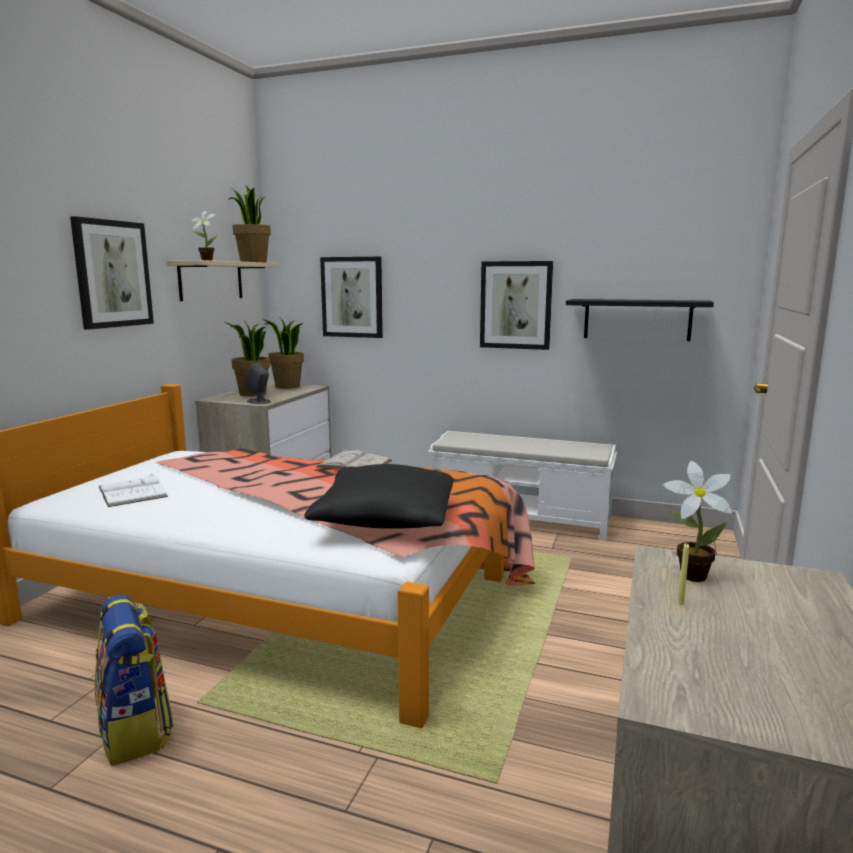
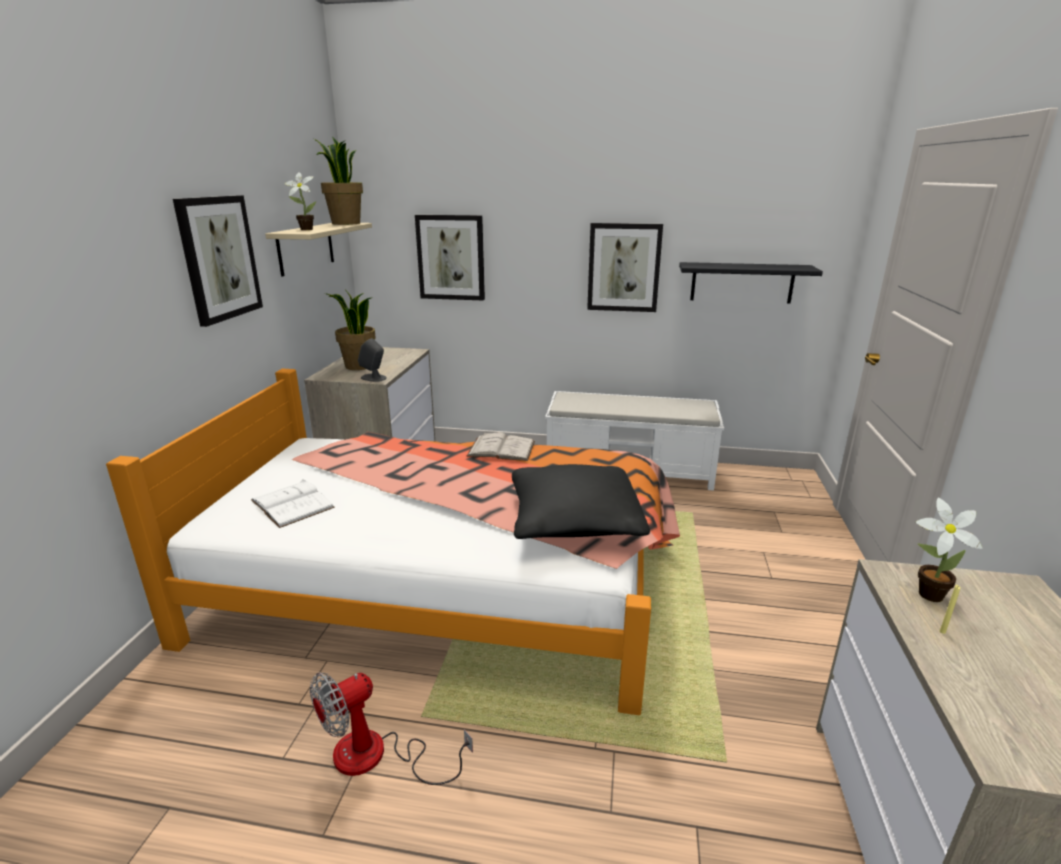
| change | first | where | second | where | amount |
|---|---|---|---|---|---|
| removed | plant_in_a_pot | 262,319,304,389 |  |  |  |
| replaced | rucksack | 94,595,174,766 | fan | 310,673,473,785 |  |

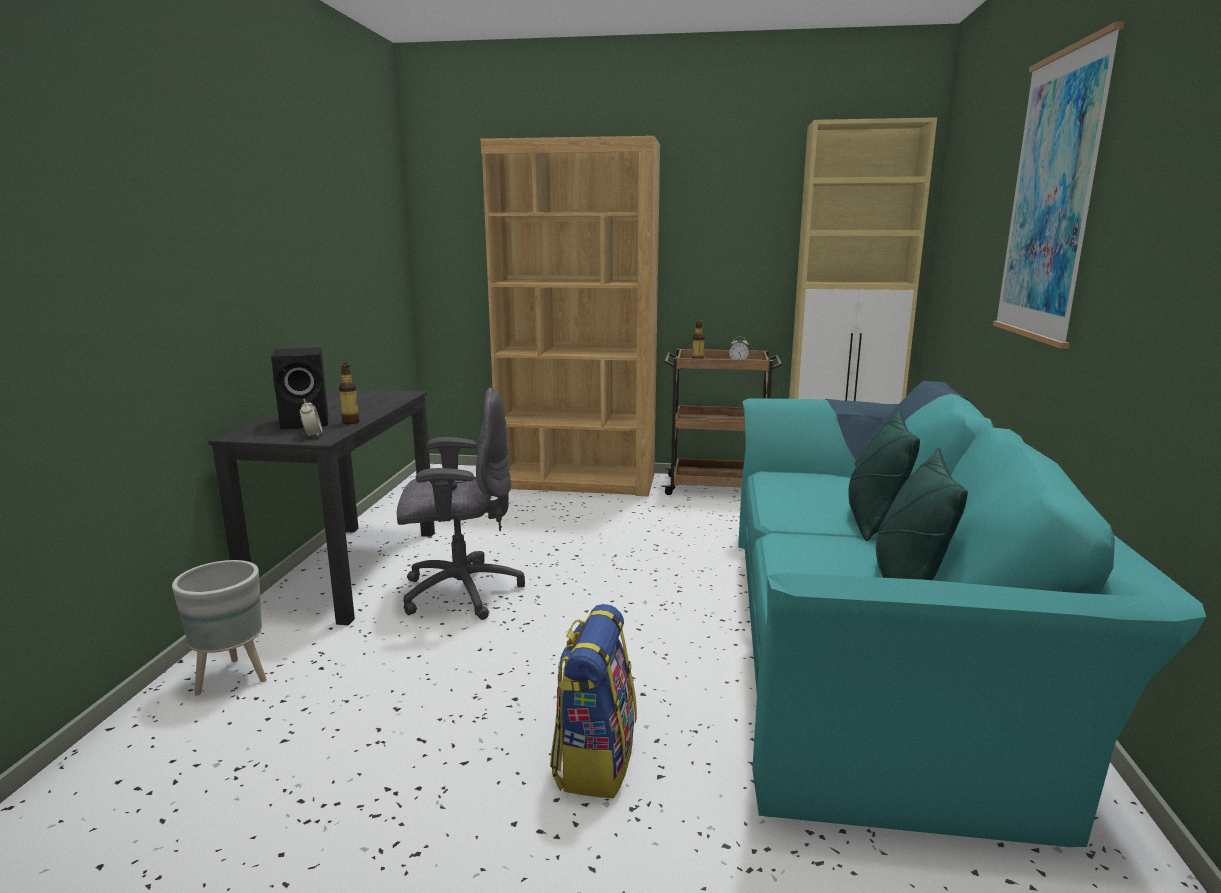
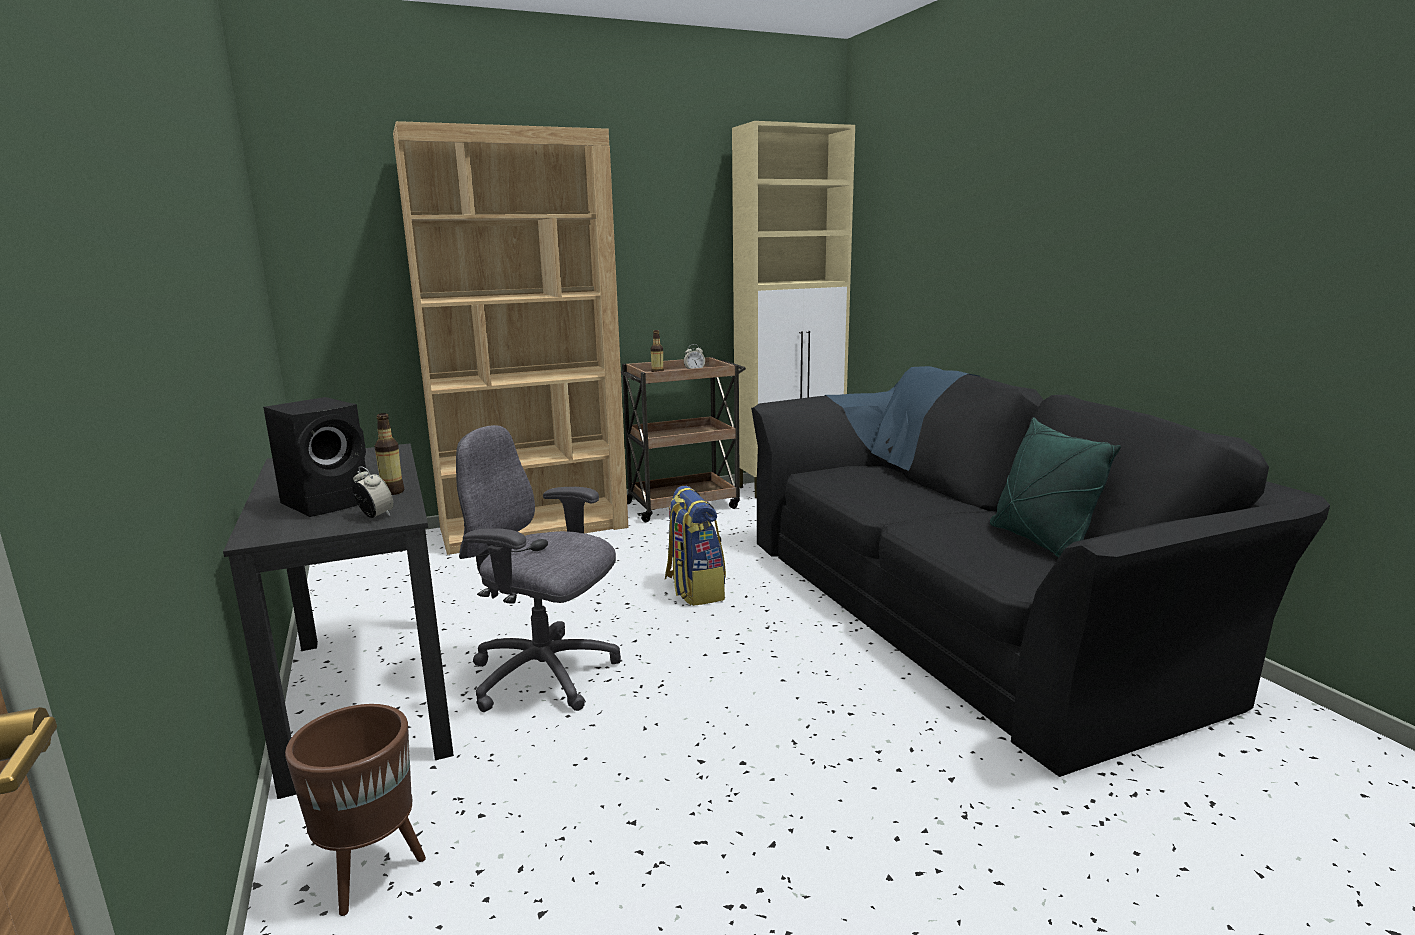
| change | first | where | second | where | amount |
|---|---|---|---|---|---|
| removed | wall_picture | 993,21,1125,349 |  |  |  |
| recoloured | turquoise_sofa | 738,381,1206,847 | black_sofa | 751,366,1330,777 |  |
| turned | gray_computer_chair | 397,388,525,620 |  | 456,425,621,712 | 120 degrees counterclockwise |
| removed | greenish_cushion | 848,410,920,541 |  |  |  |
| recoloured | gray_plant_pot | 172,560,267,695 | brown-coloured_plant_pot | 285,704,426,916 |  |
| moved | rucksack | 550,604,637,798 |  | 665,486,726,606 |  |

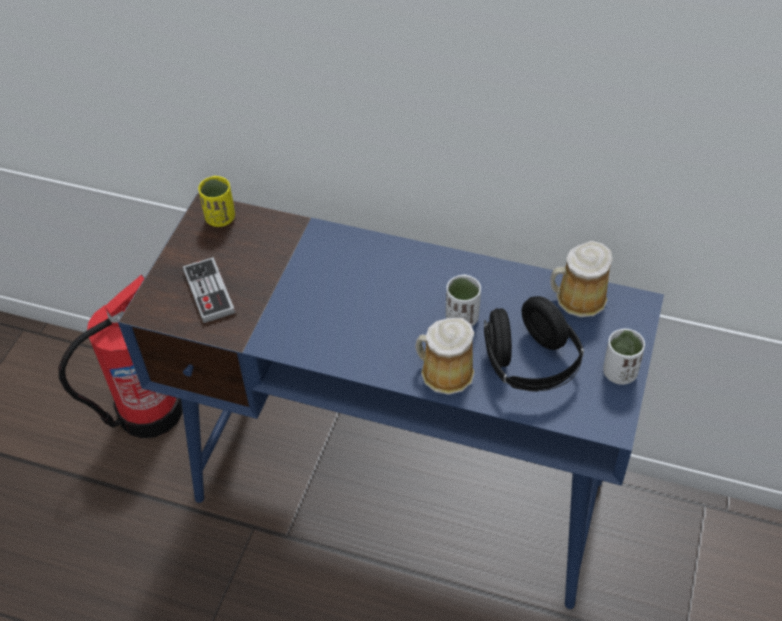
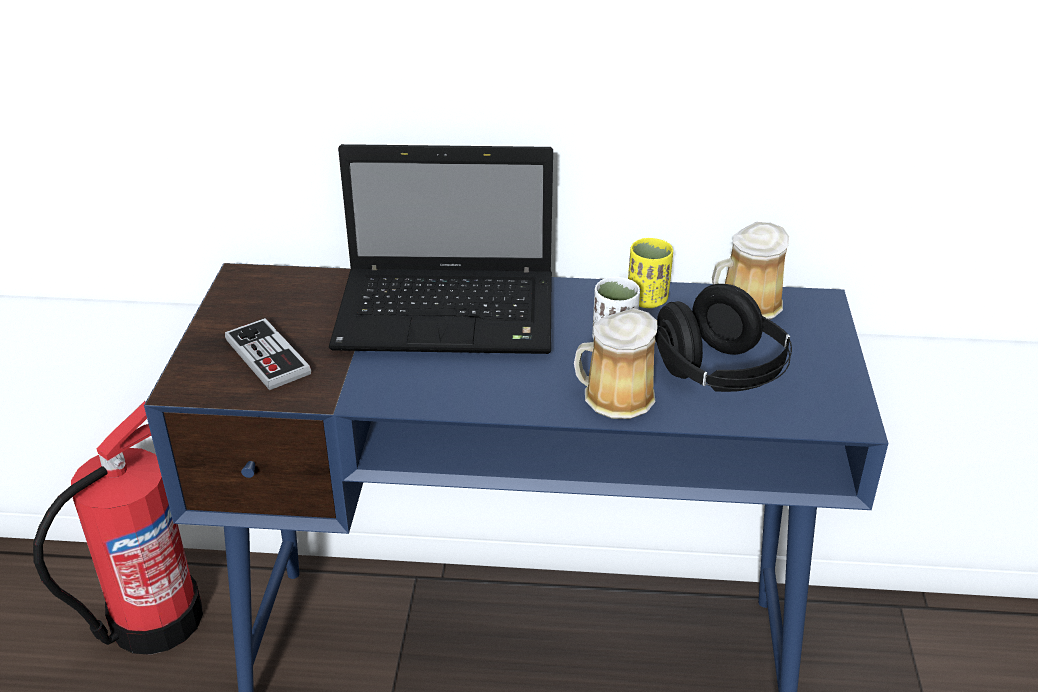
| change | first | where | second | where | amount |
|---|---|---|---|---|---|
| moved | yellow-coloured_cup | 198,176,235,227 |  | 628,238,673,308 |  |
| removed | white-coloured_cup | 603,329,645,385 |  |  |  |
| added |  |  | portable_computer | 329,144,553,354 |  |

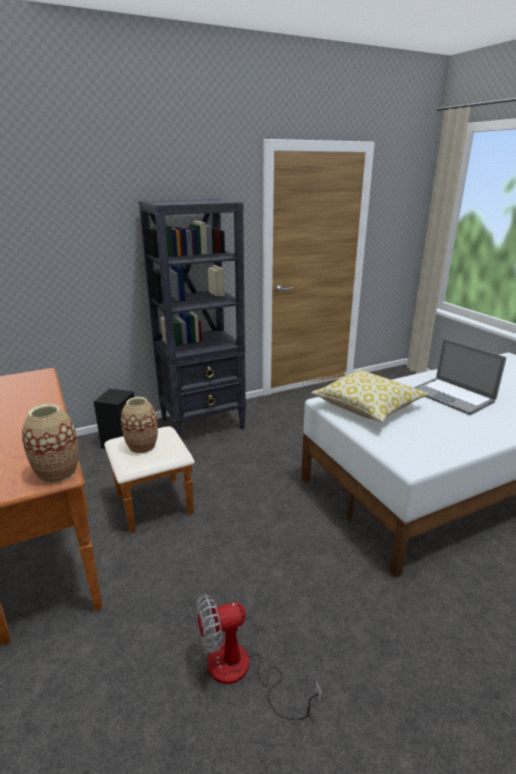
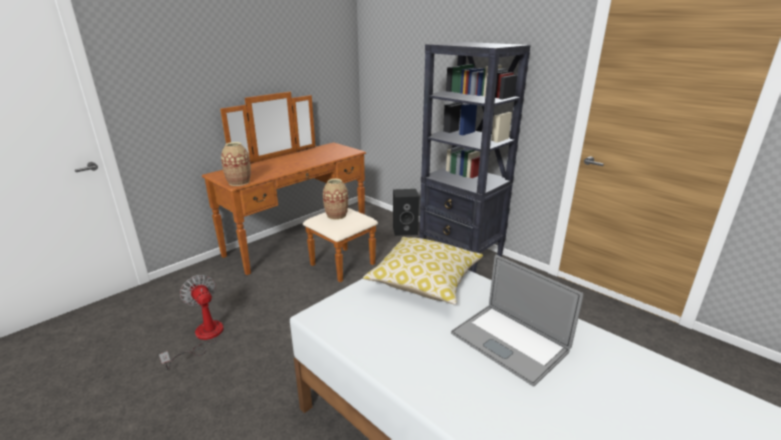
| change | first | where | second | where | amount |
|---|---|---|---|---|---|
| turned | portable_computer | 413,339,506,415 |  | 451,255,584,387 | 75 degrees counterclockwise |

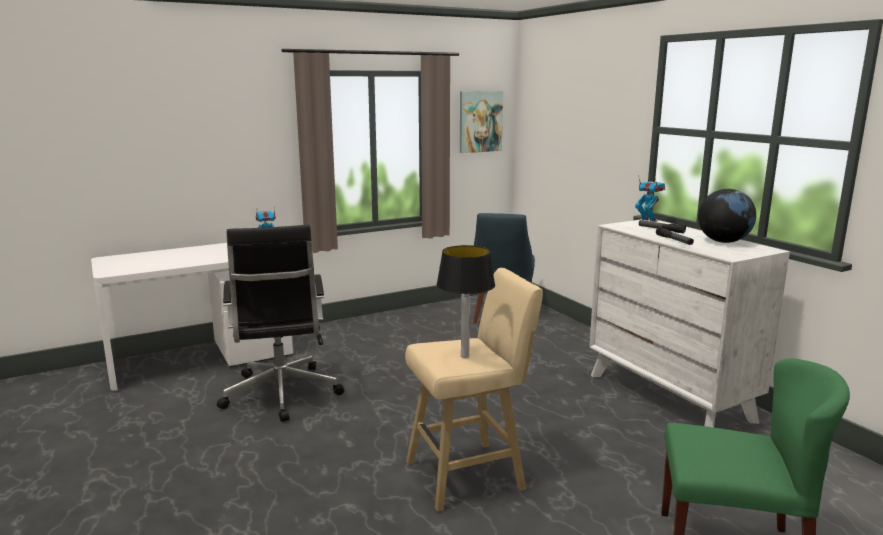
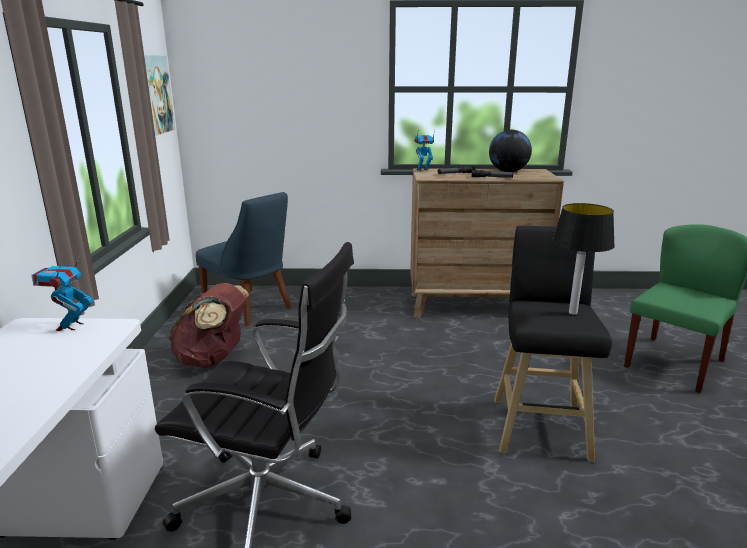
| change | first | where | second | where | amount |
|---|---|---|---|---|---|
| recoloured | white-coloured_dresser | 589,218,790,427 | brown-coloured_dresser | 410,168,564,318 |  |
| recoloured | beige-coloured_sitting_stool | 405,268,543,511 | black_sitting_stool | 494,226,612,462 |  |
| added |  |  | brown-coloured_rucksack | 168,283,249,368 |  |

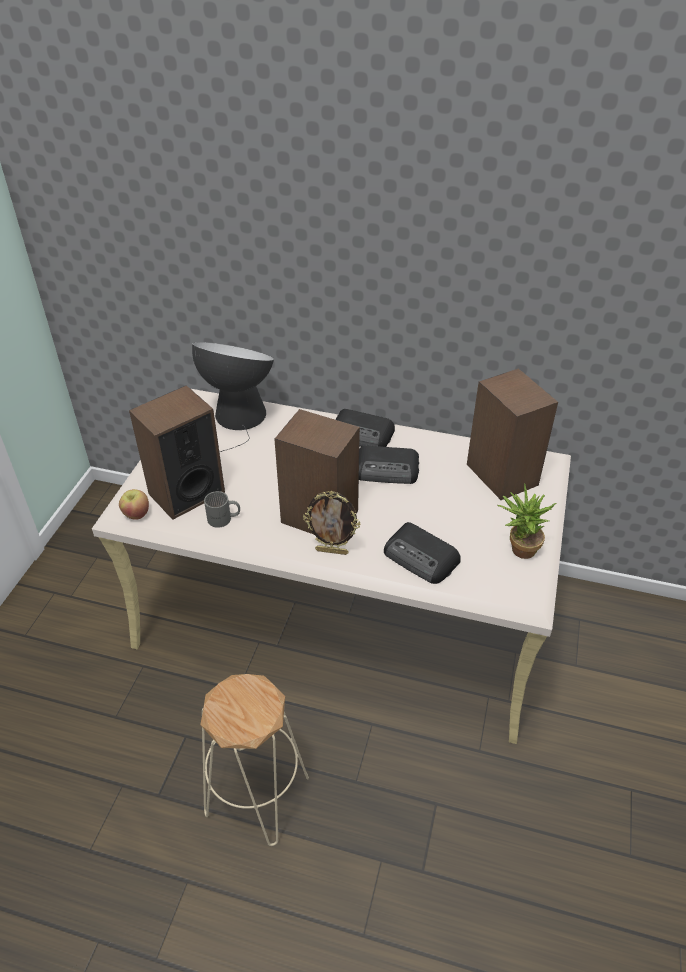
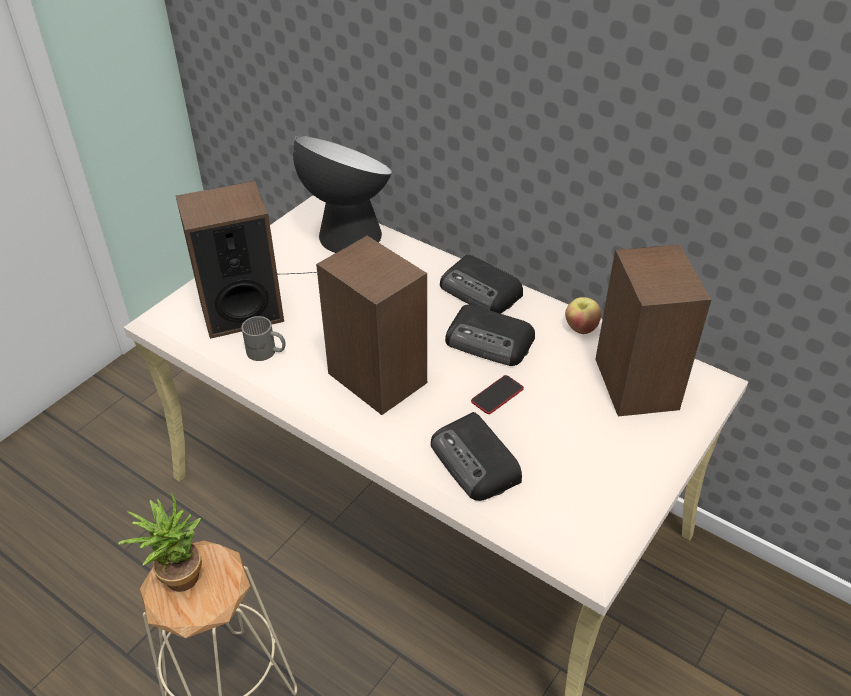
| change | first | where | second | where | amount |
|---|---|---|---|---|---|
| moved | plant_in_a_pot | 498,483,556,559 |  | 118,492,202,592 |  |
| moved | apple | 119,489,149,520 |  | 565,297,601,334 |  |
| removed | standing_frame | 303,491,360,555 |  |  |  |
| added |  |  | telephone | 471,375,524,414 |  |

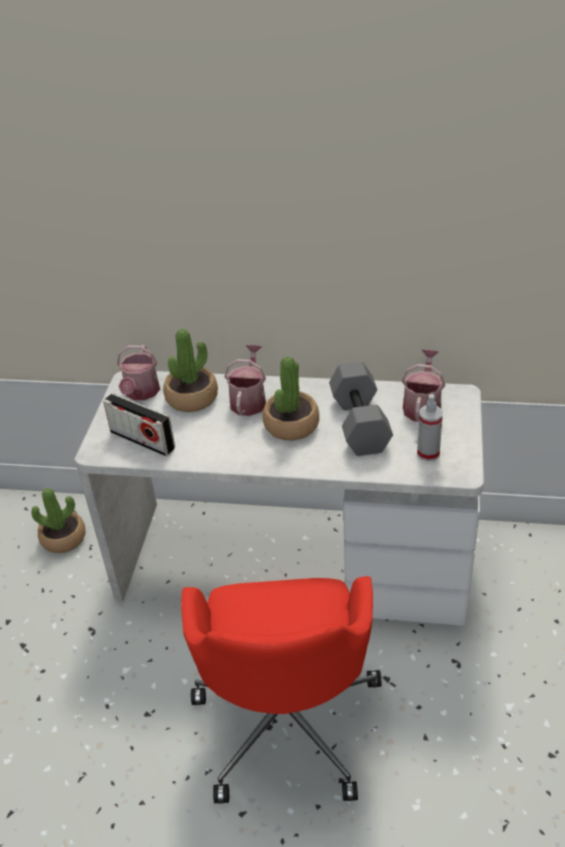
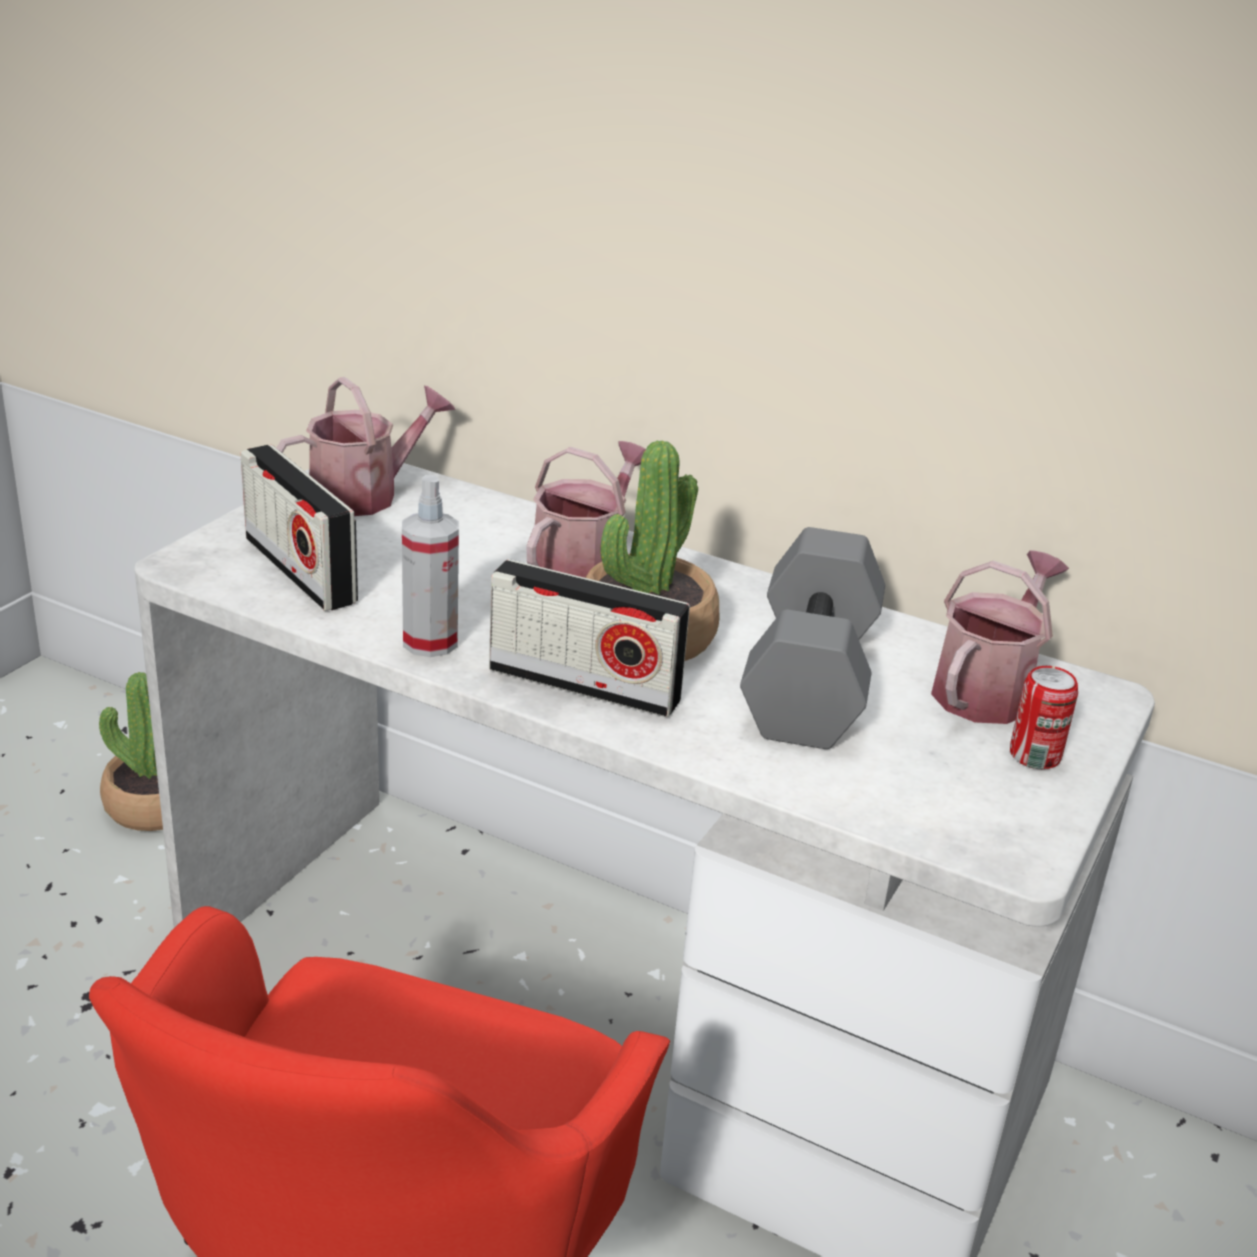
| change | first | where | second | where | amount |
|---|---|---|---|---|---|
| removed | plant_in_a_pot | 163,329,218,412 |  |  |  |
| turned | watering_can | 117,345,160,400 |  | 276,377,456,516 | 150 degrees counterclockwise |
| moved | hand_sprayer | 417,394,443,461 |  | 402,475,459,657 |  |
| added |  |  | radio_receiver | 489,559,690,717 |  |
| added |  |  | metal_can | 1010,666,1078,769 |  |

